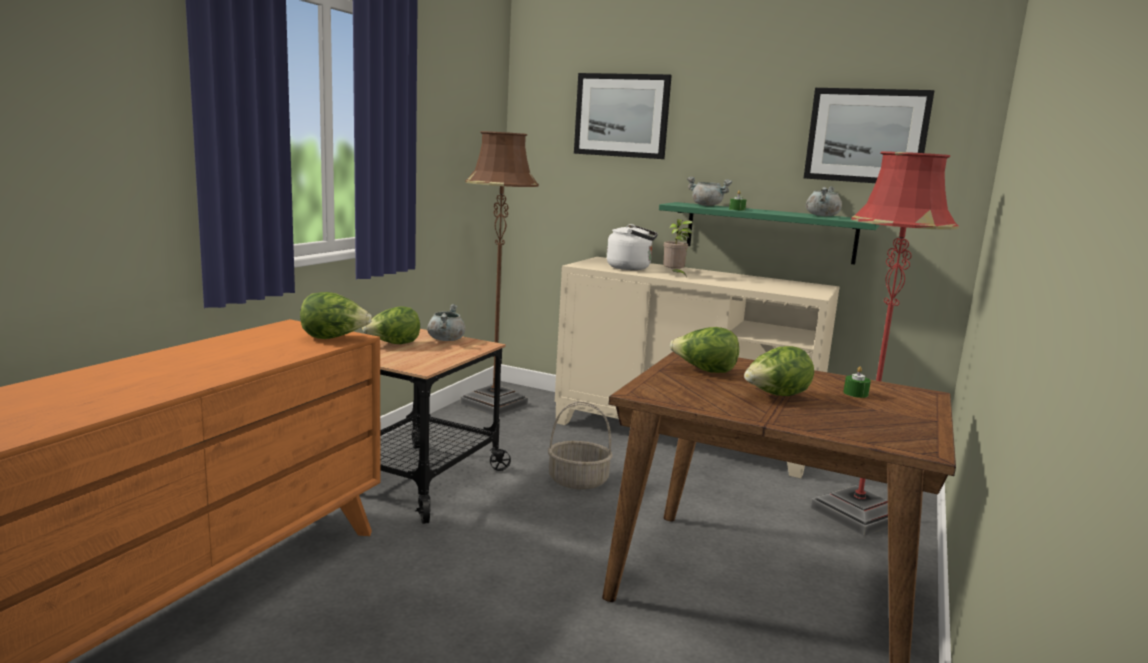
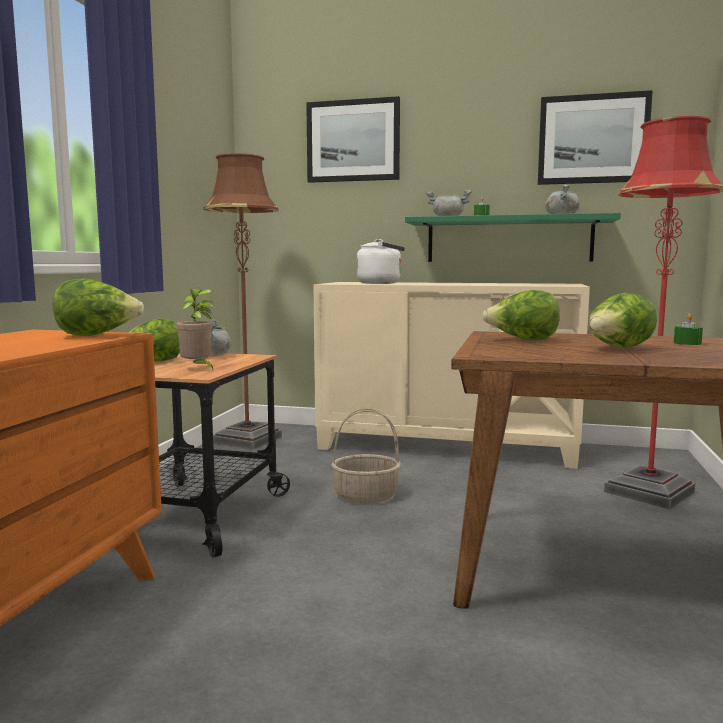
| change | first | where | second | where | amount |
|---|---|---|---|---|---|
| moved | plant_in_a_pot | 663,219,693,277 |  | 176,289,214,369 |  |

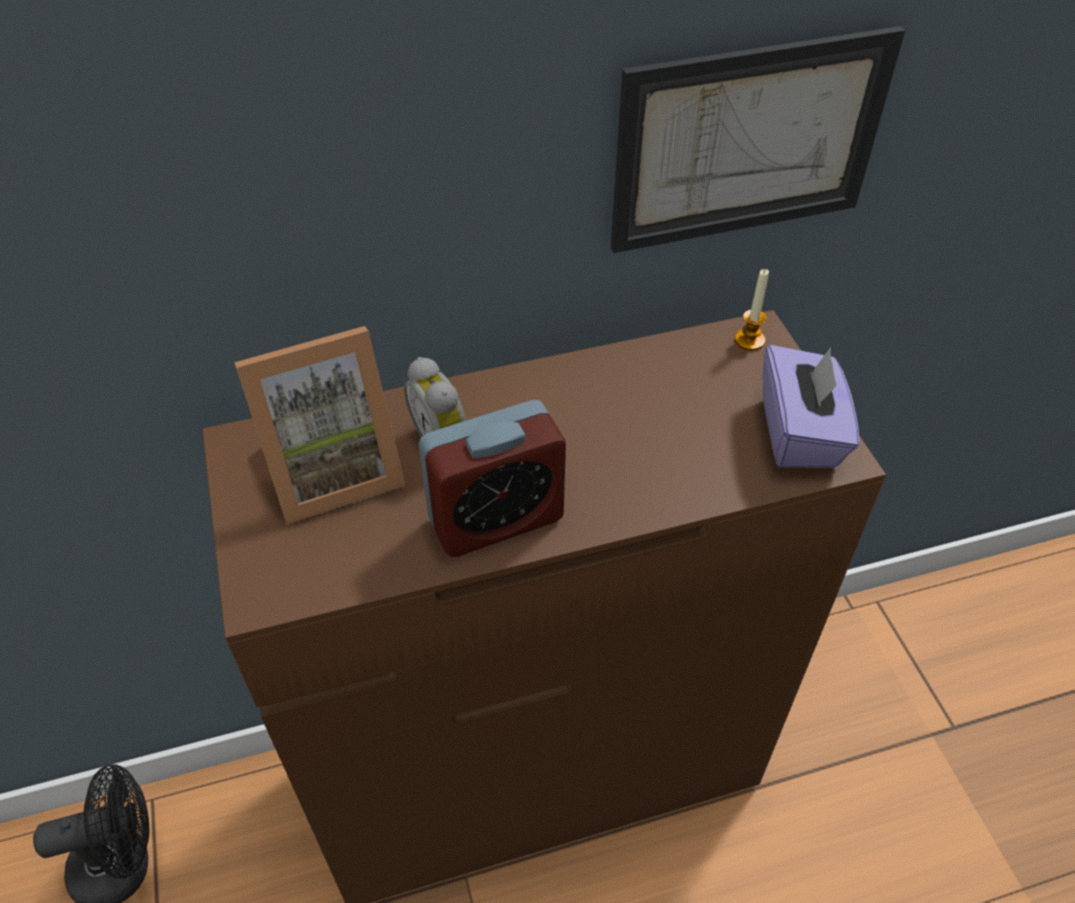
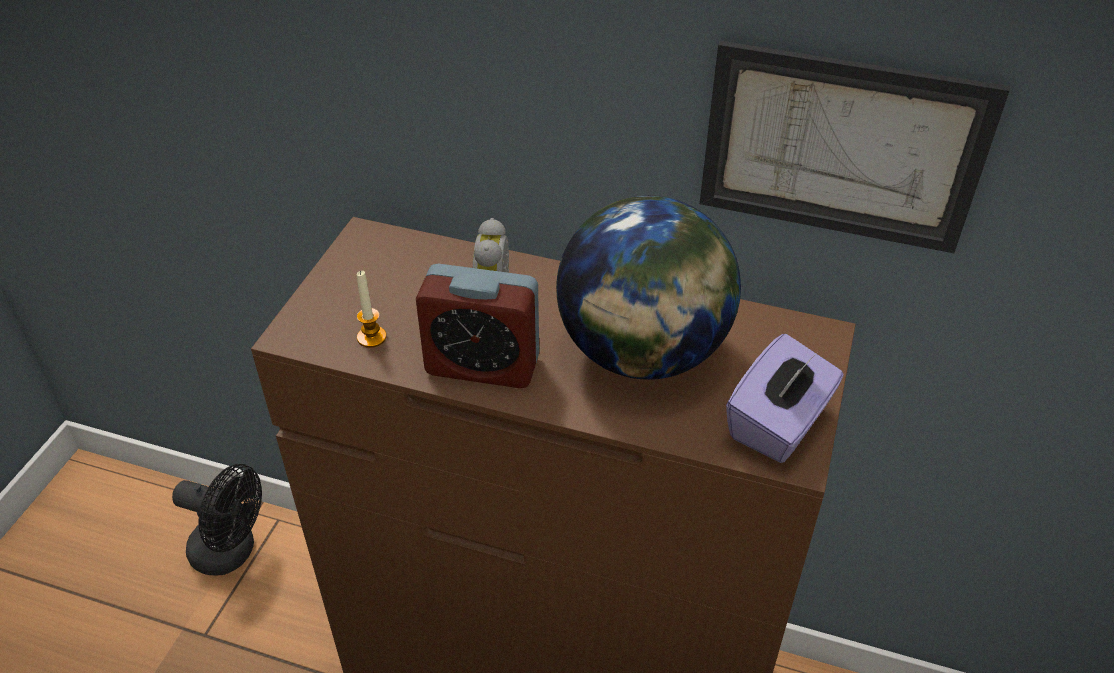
| change | first | where | second | where | amount |
|---|---|---|---|---|---|
| moved | wax_light | 735,269,769,350 |  | 357,271,387,348 |  |
| removed | standing_frame | 234,326,406,524 |  |  |  |
| added |  |  | globe | 556,196,741,380 |  |

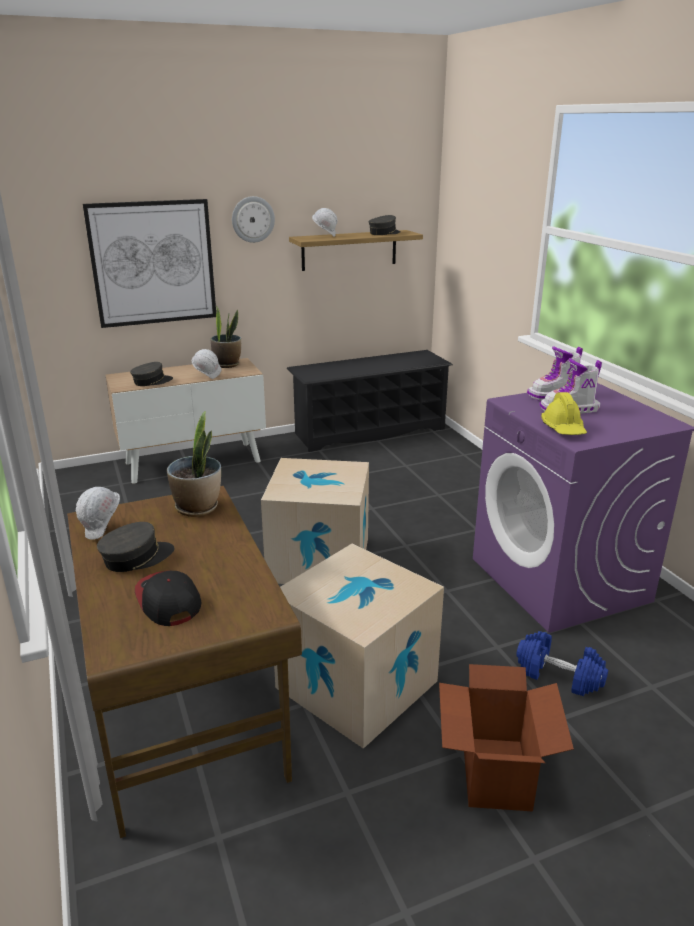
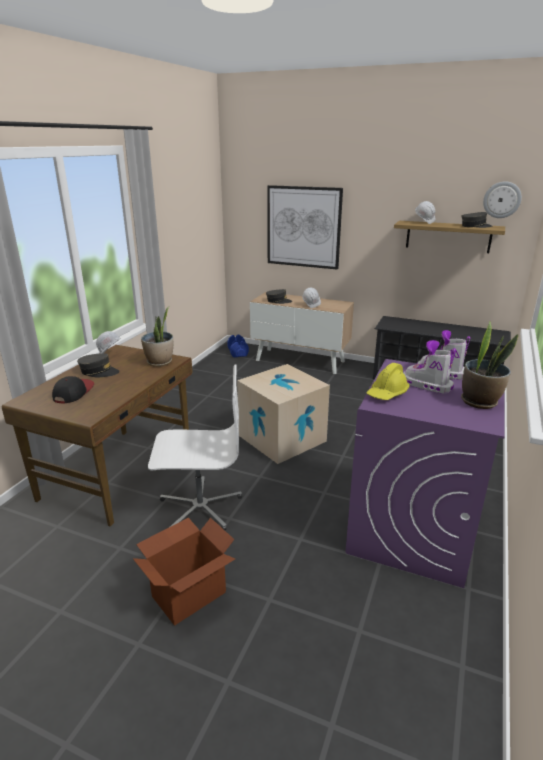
| change | first | where | second | where | amount |
|---|---|---|---|---|---|
| moved | wall_clock | 232,196,275,243 |  | 483,181,522,218 |  |
| moved | plant_in_a_pot | 211,306,241,368 |  | 461,322,518,409 |  |
| replaced | carton | 274,544,444,749 | white-coloured_computer_chair | 148,365,243,530 |  |
| moved | blue-coloured_hand_weight | 516,631,608,696 |  | 227,334,249,357 |  |

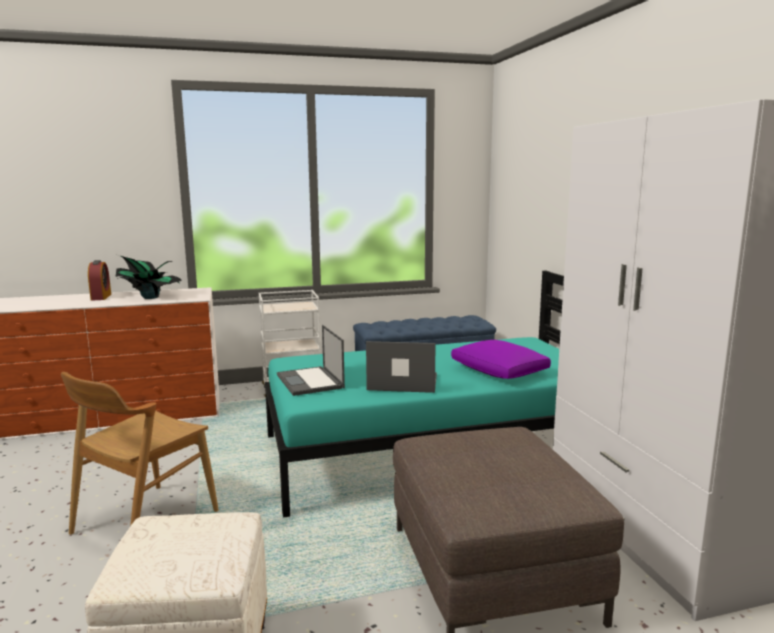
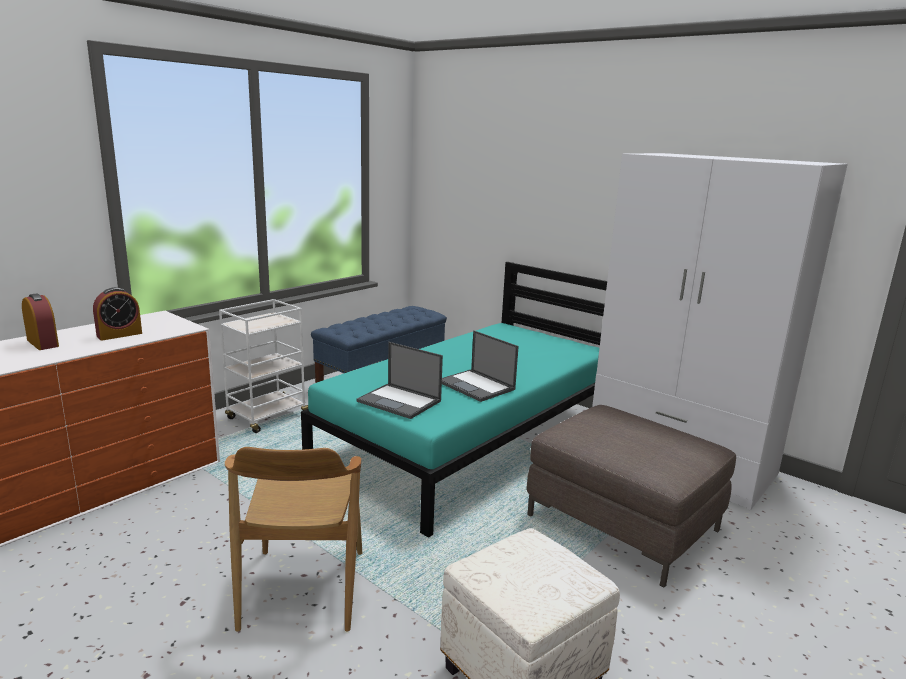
| change | first | where | second | where | amount |
|---|---|---|---|---|---|
| replaced | plant_in_a_pot | 115,255,182,299 | alarm_clock | 93,287,142,341 |  |
| removed | purplish_cushion | 451,340,551,379 |  |  |  |
| turned | portable_computer | 366,341,437,393 |  | 442,330,519,402 | 105 degrees counterclockwise |

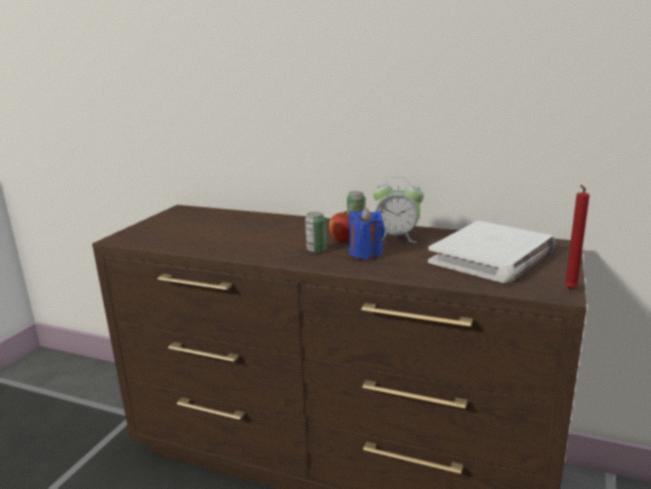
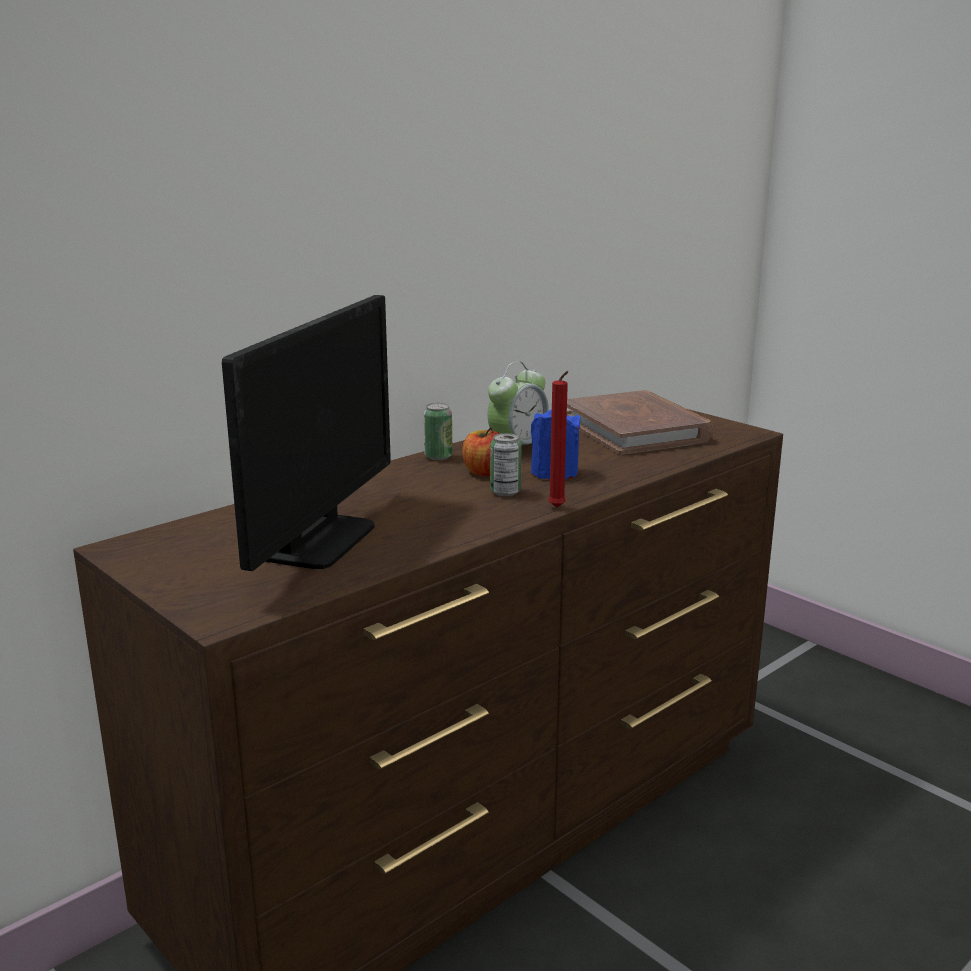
| change | first | where | second | where | amount |
|---|---|---|---|---|---|
| moved | red_wax_light | 564,185,590,290 |  | 548,371,568,508 |  |
| recoloured | white-coloured_book | 428,221,555,283 | brown-coloured_book | 567,390,713,455 |  |
| added |  |  | monitor | 222,295,391,571 |  |

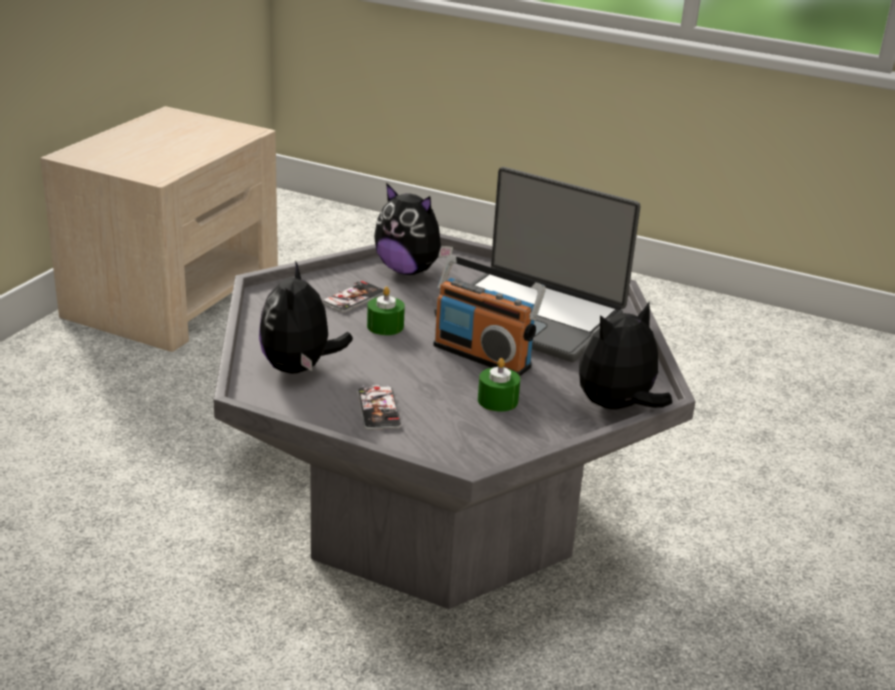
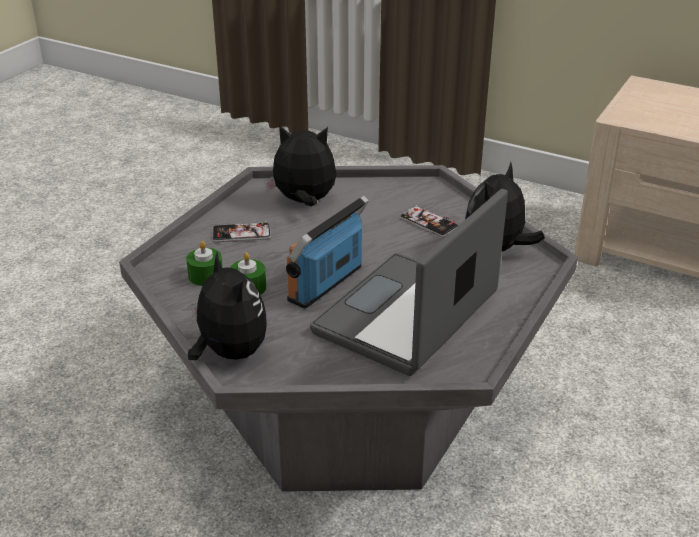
| change | first | where | second | where | amount |
|---|---|---|---|---|---|
| moved | greenish_wax_light | 367,287,405,335 |  | 186,241,222,286 |  |

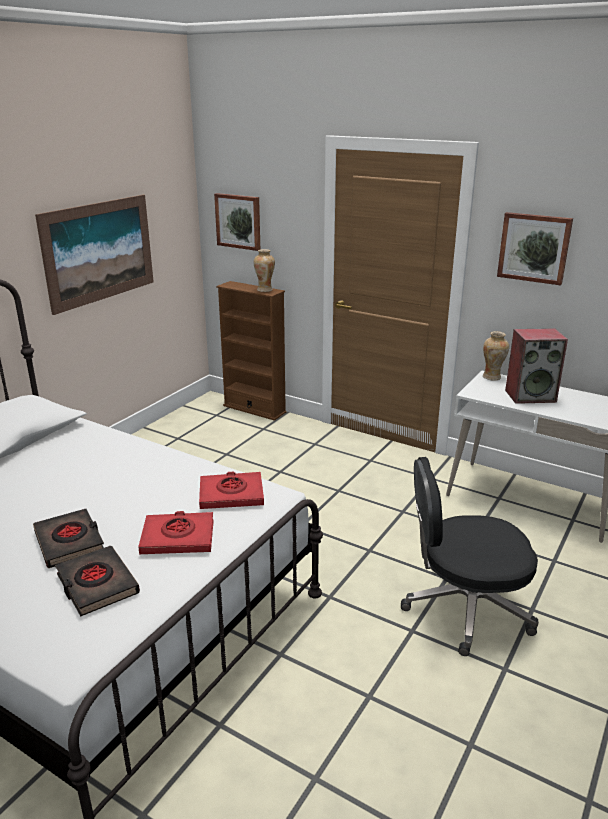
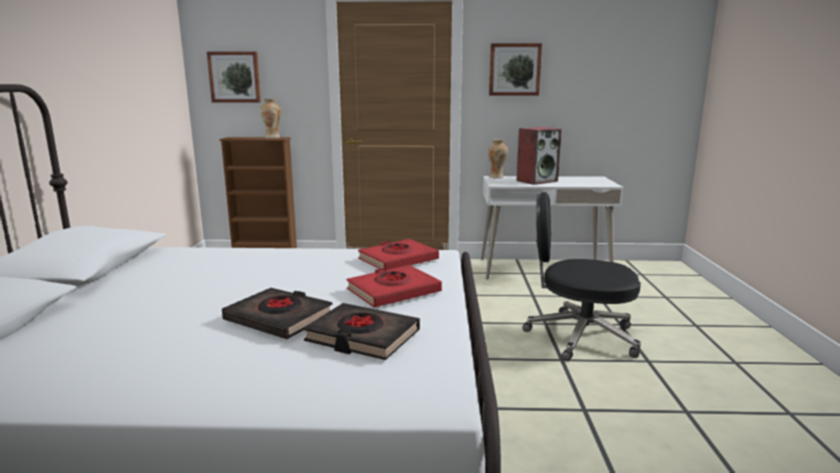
| change | first | where | second | where | amount |
|---|---|---|---|---|---|
| removed | wall_picture | 35,195,154,315 |  |  |  |
| turned | black_computer_chair | 401,457,539,656 |  | 522,192,641,361 | 45 degrees clockwise |

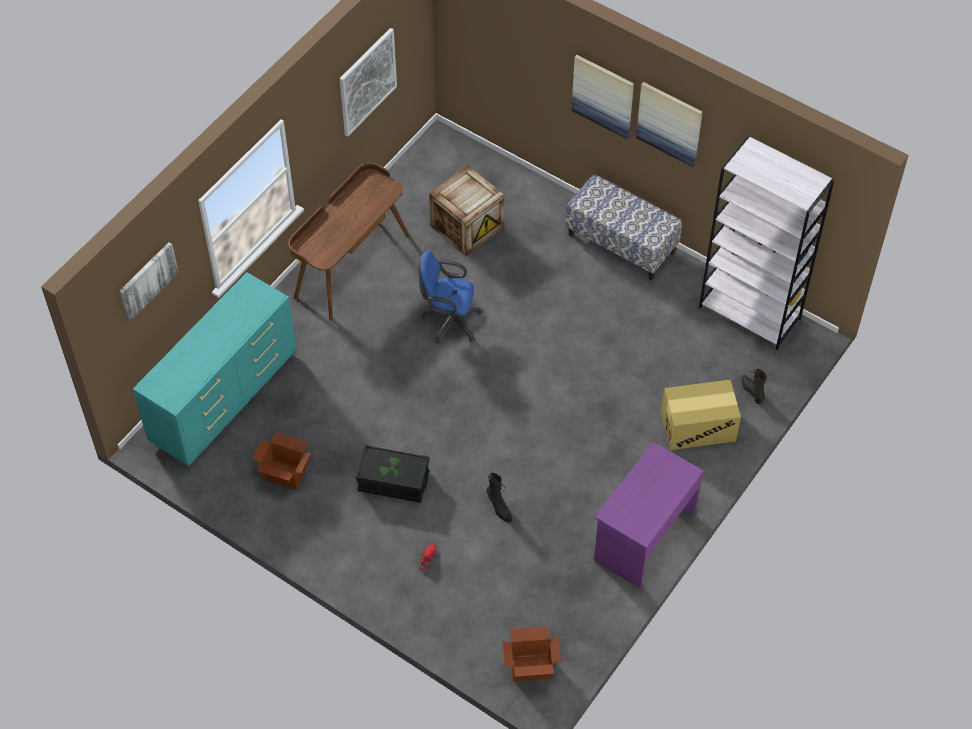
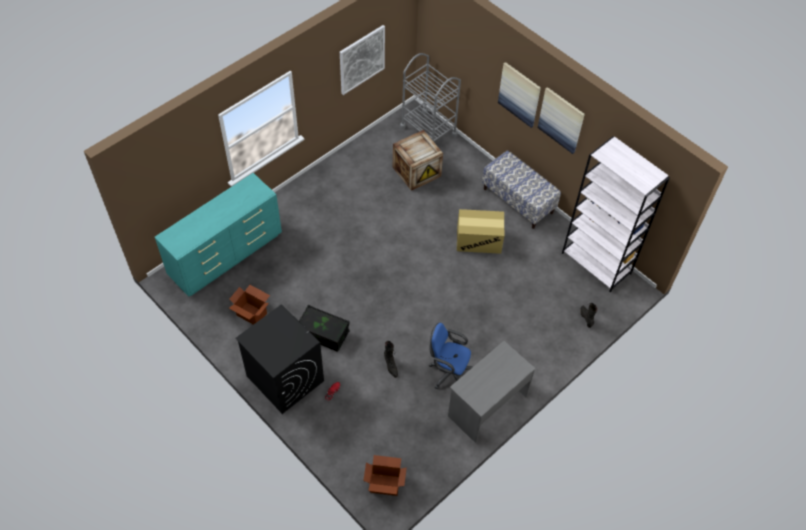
| change | first | where | second | where | amount |
|---|---|---|---|---|---|
| removed | brown-coloured_desk_table | 288,163,410,321 |  |  |  |
| removed | wall_picture | 119,242,179,322 |  |  |  |
| moved | blue-coloured_computer_chair | 418,250,483,344 |  | 429,323,473,389 |  |
| moved | carton | 661,379,741,450 |  | 457,209,504,254 |  |
| recoloured | purplish_desk_table | 594,442,703,588 | gray_desk_table | 448,341,535,443 |  |
| added |  |  | gray_cart | 400,53,461,142 |  |
| added |  |  | black_laundry_machine | 235,304,324,414 |  |

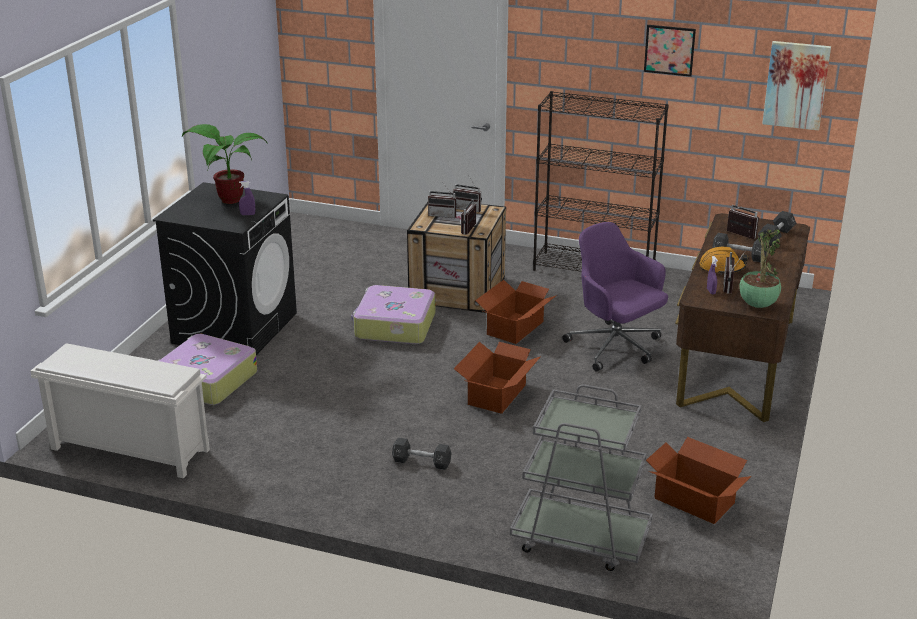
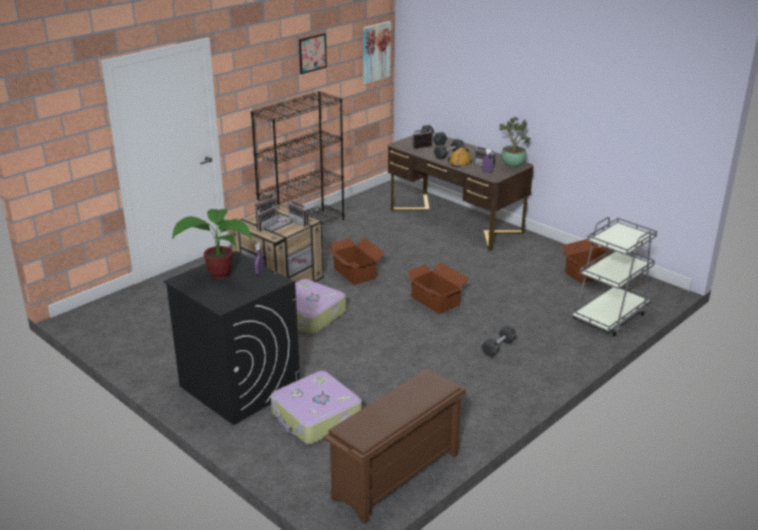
| change | first | where | second | where | amount |
|---|---|---|---|---|---|
| removed | purplish_computer_chair | 562,222,668,372 |  |  |  |
| recoloured | white-coloured_shoe_shelf | 31,343,210,478 | brown-coloured_shoe_shelf | 323,369,466,524 |  |

